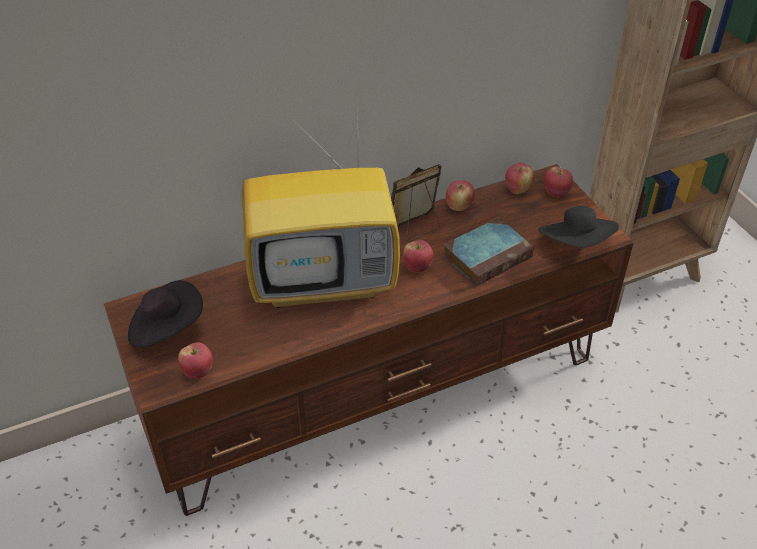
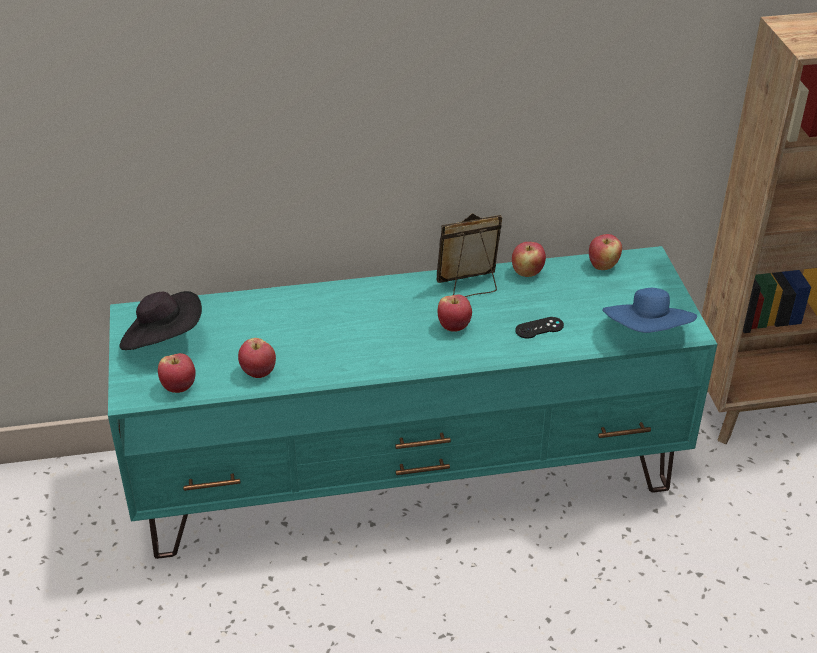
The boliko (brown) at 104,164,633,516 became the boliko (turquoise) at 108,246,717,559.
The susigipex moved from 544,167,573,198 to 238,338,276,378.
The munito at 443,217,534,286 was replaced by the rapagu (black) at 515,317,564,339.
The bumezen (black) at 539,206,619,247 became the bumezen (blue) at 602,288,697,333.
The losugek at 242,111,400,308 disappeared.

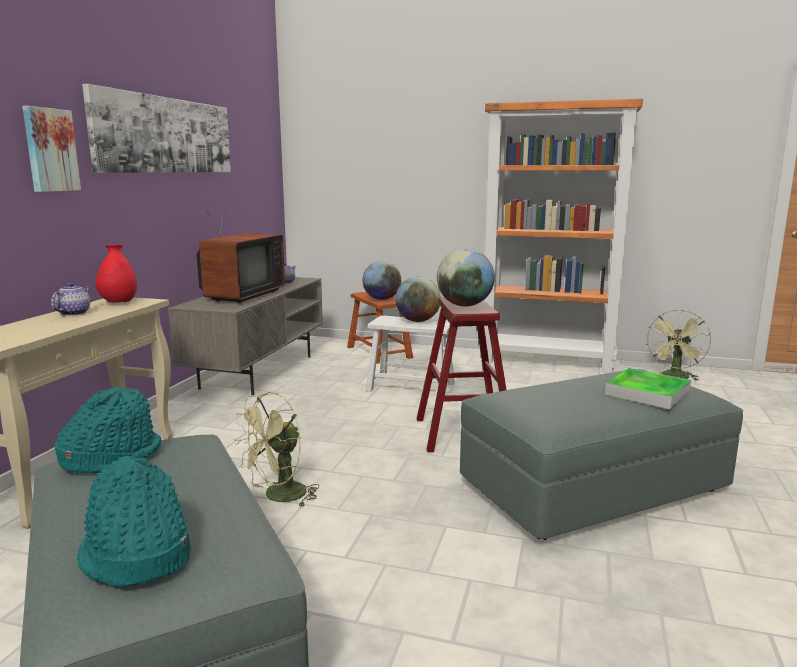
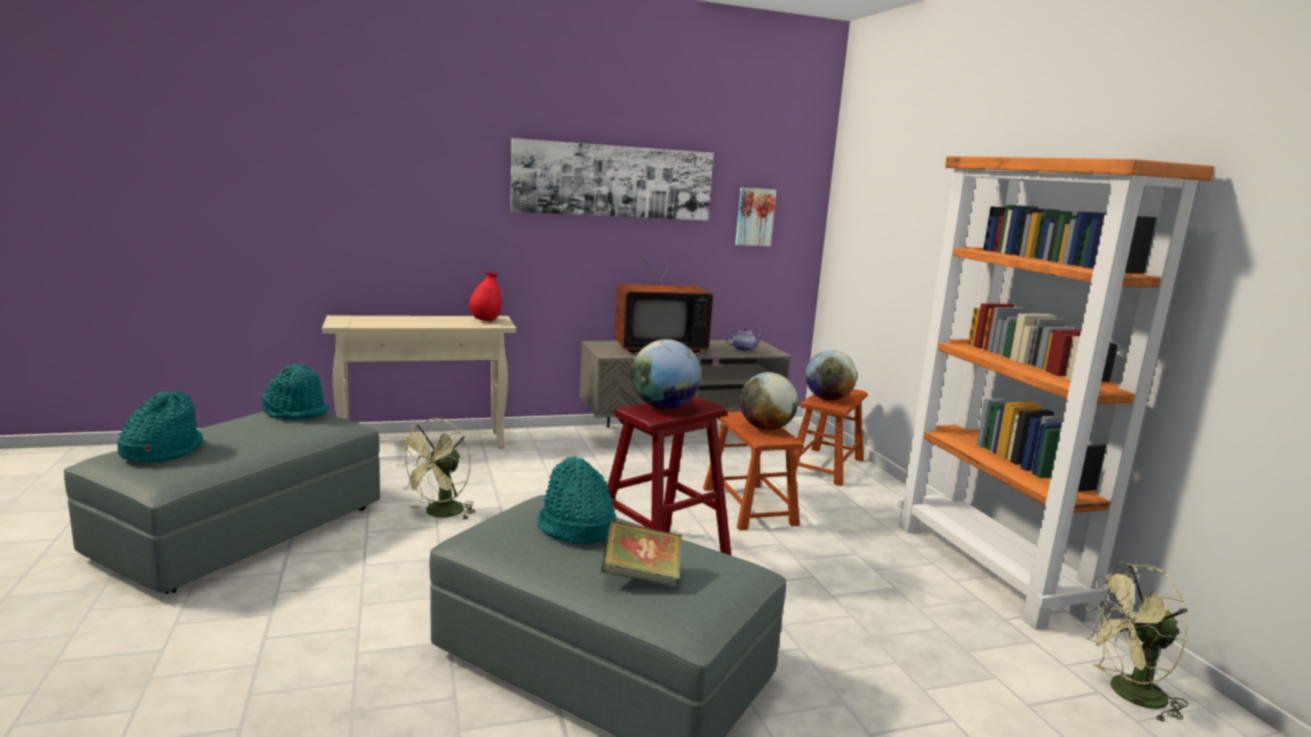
The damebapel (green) at 233,391,320,506 turned 75 degrees counterclockwise.
The bumezen (turquoise) at 537,457,617,543 appeared.
The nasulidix at 605,368,691,409 was replaced by the munito at 601,520,682,587.
The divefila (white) at 366,316,455,392 became the divefila (brown) at 703,411,804,531.
The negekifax moved from 22,106,81,192 to 735,188,776,246.
The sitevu at 51,282,91,316 disappeared.

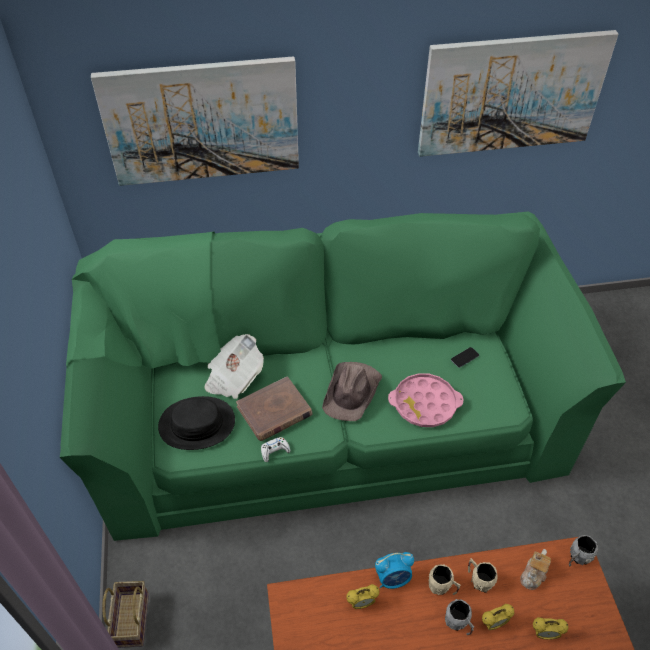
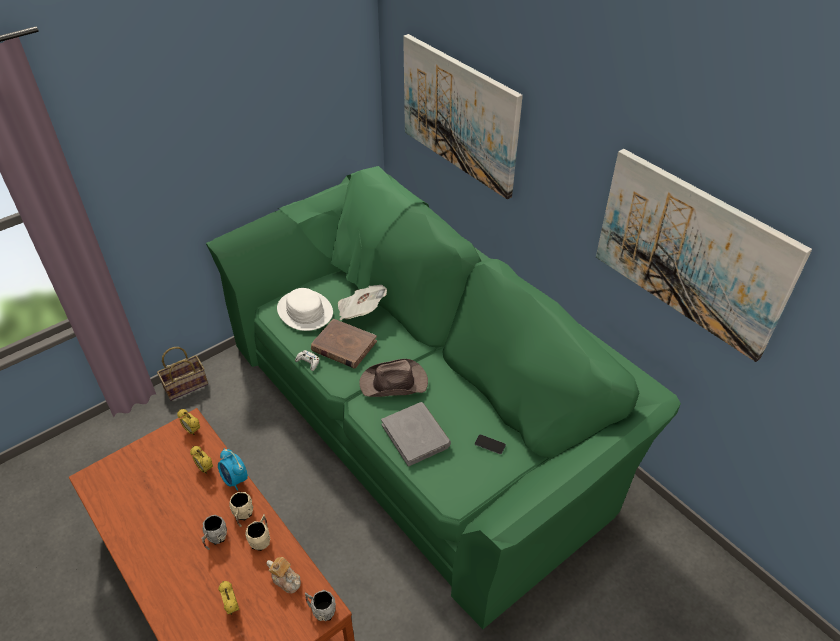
The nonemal moved from 482,604,514,630 to 177,409,200,435.
The sitevu at 520,549,551,590 turned 150 degrees counterclockwise.
The bumezen (black) at 158,396,235,450 became the bumezen (white) at 277,288,333,331.
The nasulidix (pink) at 388,373,463,427 was replaced by the munito (grey) at 381,402,451,467.

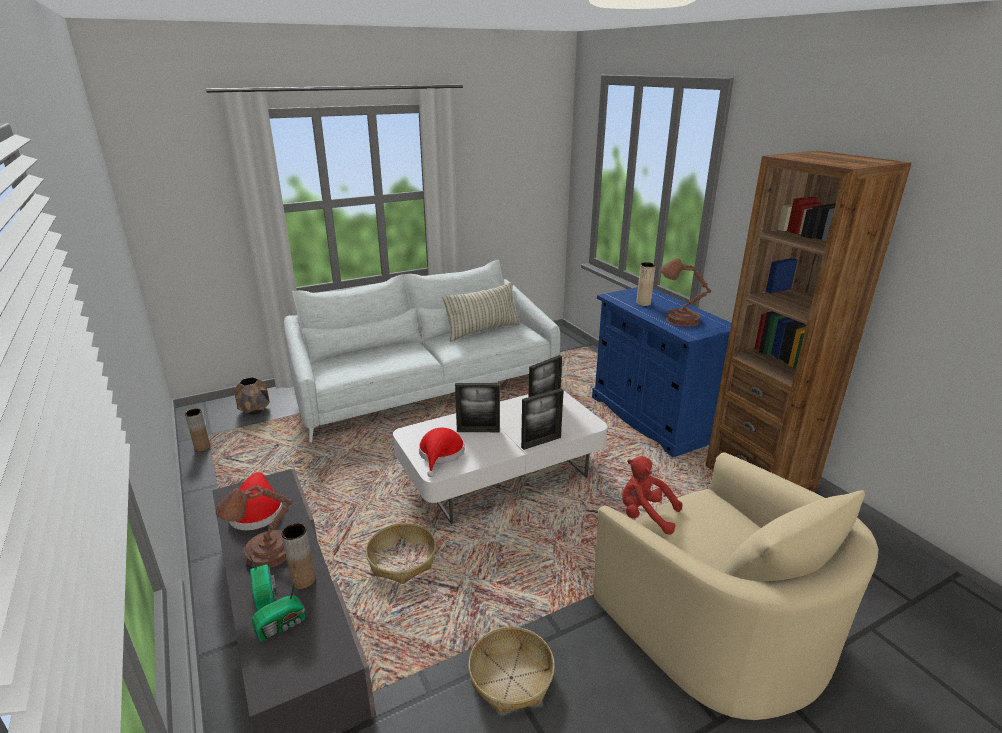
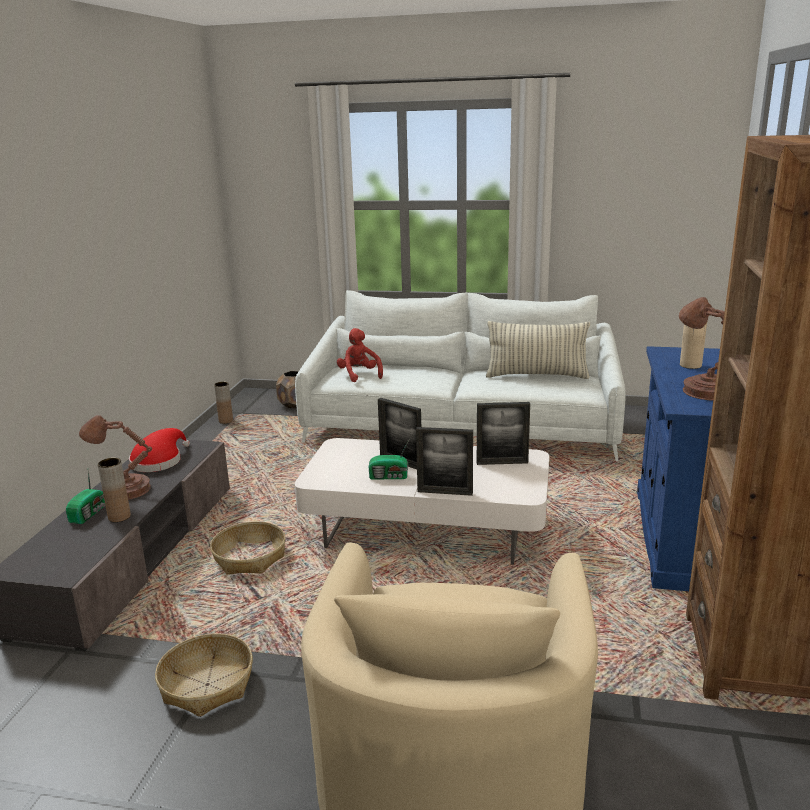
The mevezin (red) moved from 622,456,683,535 to 337,328,383,382.
The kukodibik moved from 252,575,305,642 to 369,440,409,480.
The bumezen (red) at 419,428,464,477 disappeared.

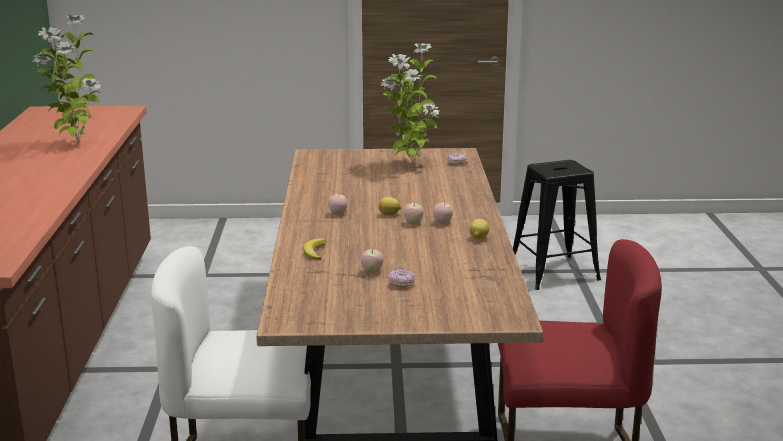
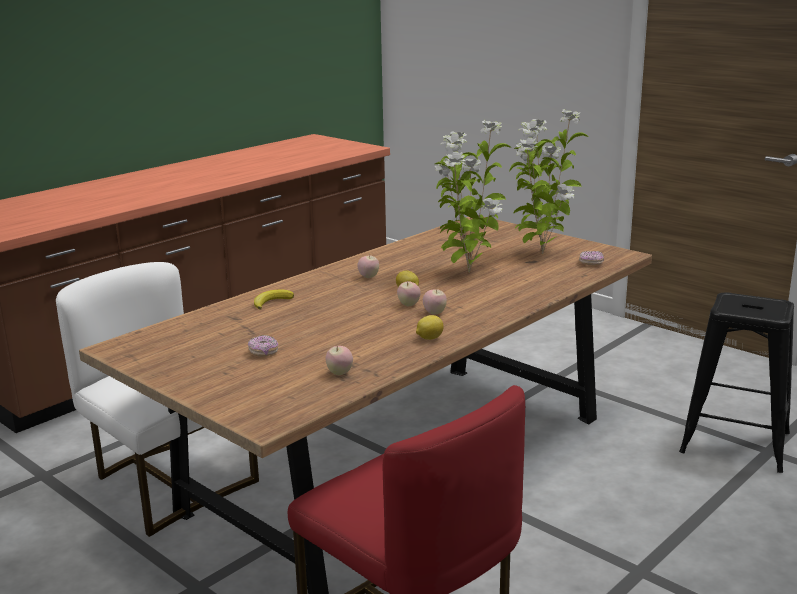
The susigipex moved from 361,249,384,273 to 326,346,353,375.
The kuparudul moved from 32,14,101,145 to 435,120,511,273.

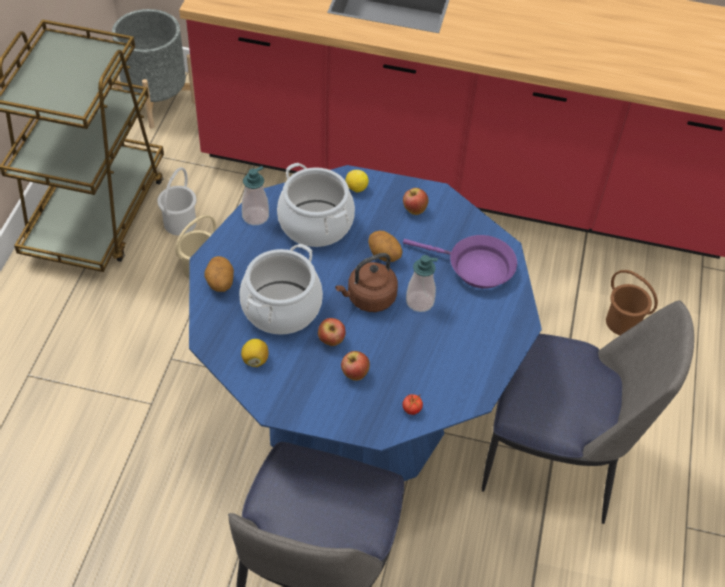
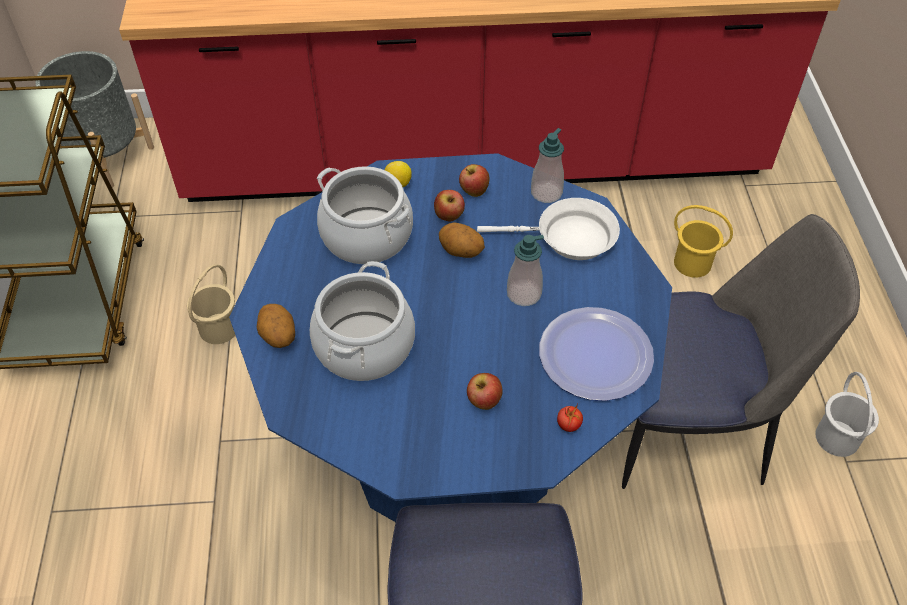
The susigipex moved from 318,318,346,346 to 434,190,465,221.
The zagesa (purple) at 403,235,517,289 became the zagesa (white) at 477,198,620,260.
The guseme moved from 242,166,269,225 to 531,128,564,203.
The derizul at 539,307,654,401 appeared.
The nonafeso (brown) at 606,270,658,335 became the nonafeso (yellow) at 674,205,733,278.
The nonafeso (white) moved from 157,168,197,236 to 815,372,879,457.
The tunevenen at 241,339,268,367 disappeared.
The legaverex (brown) at 335,253,398,312 disappeared.

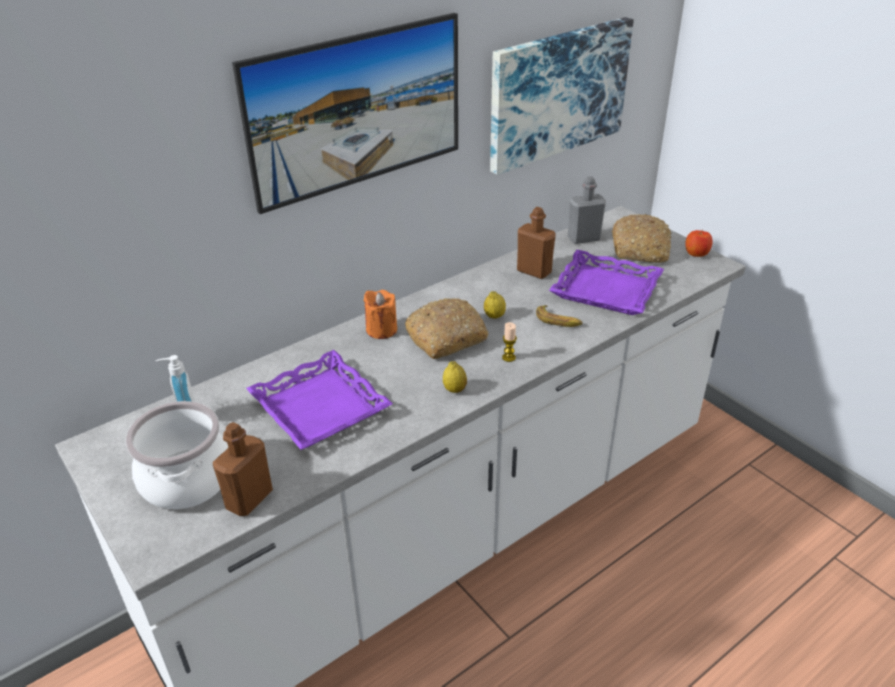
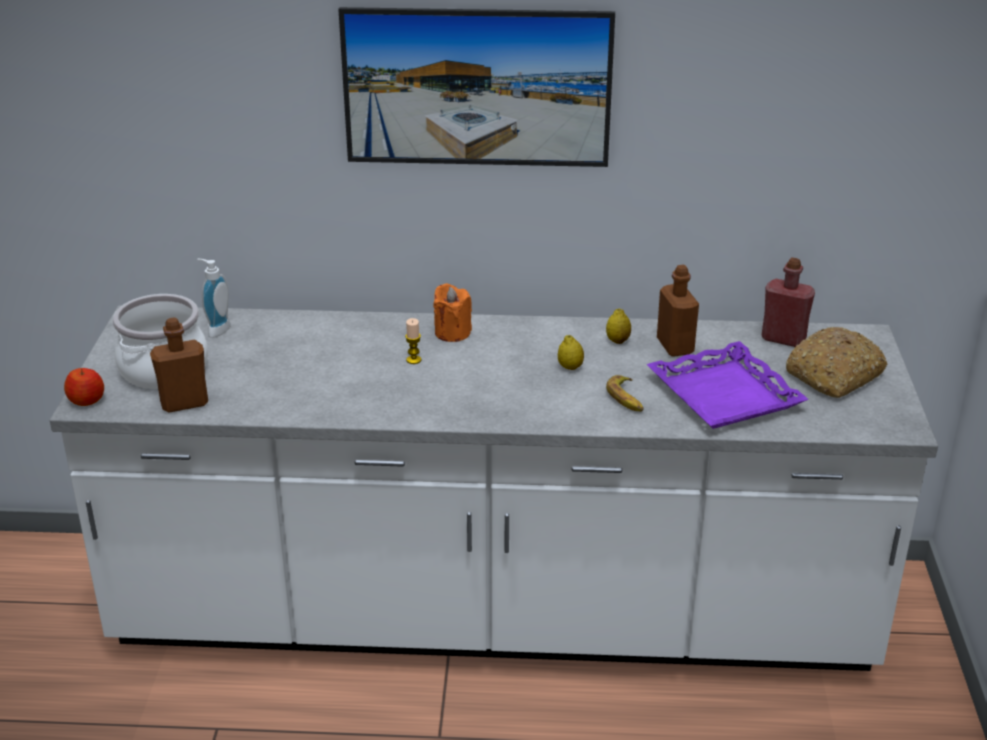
The susigipex moved from 685,230,713,257 to 64,368,104,406.
The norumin moved from 502,322,517,362 to 405,318,421,364.
The tunevenen moved from 443,361,467,393 to 606,309,631,344.
The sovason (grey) at 568,176,606,244 became the sovason (red) at 762,257,815,347.
The nasulidix (purple) at 246,350,393,450 disappeared.
The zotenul at 405,298,489,359 disappeared.
The negekifax at 490,17,634,175 disappeared.

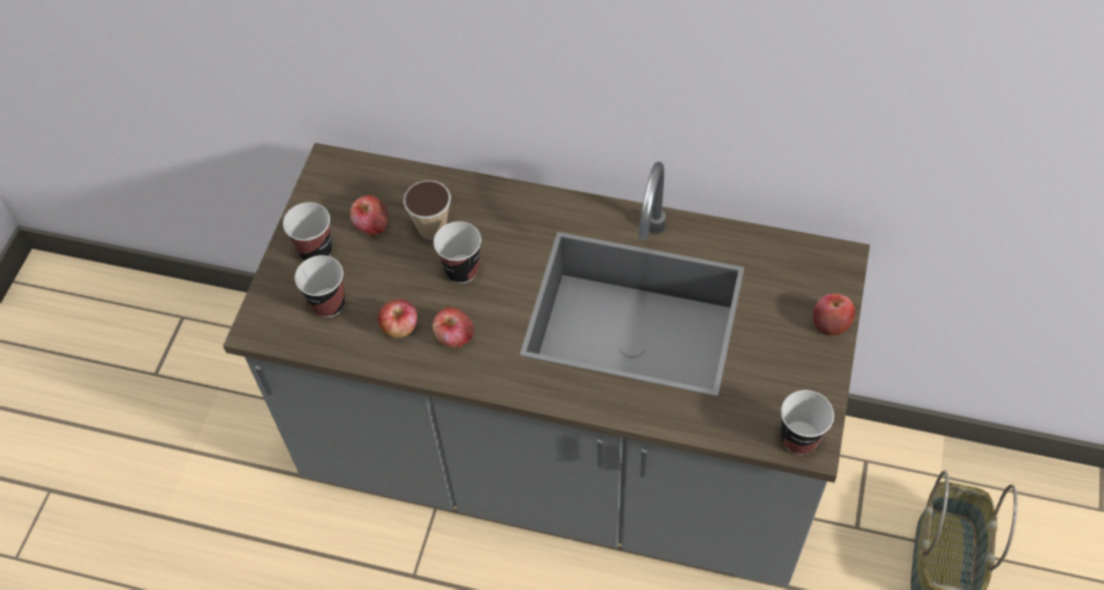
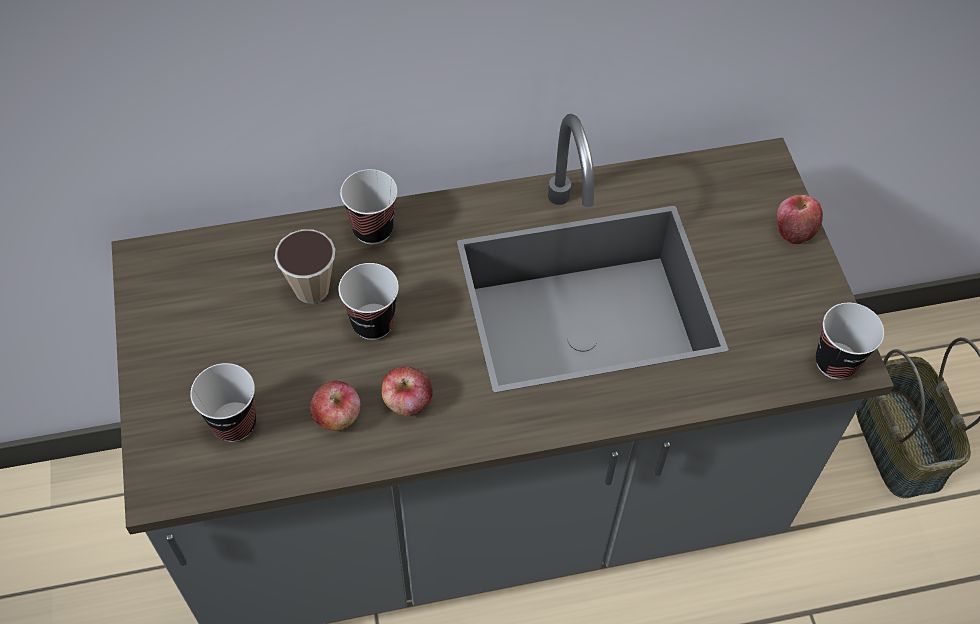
The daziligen moved from 283,202,332,260 to 340,169,398,244.
The susigipex at 350,195,388,236 disappeared.

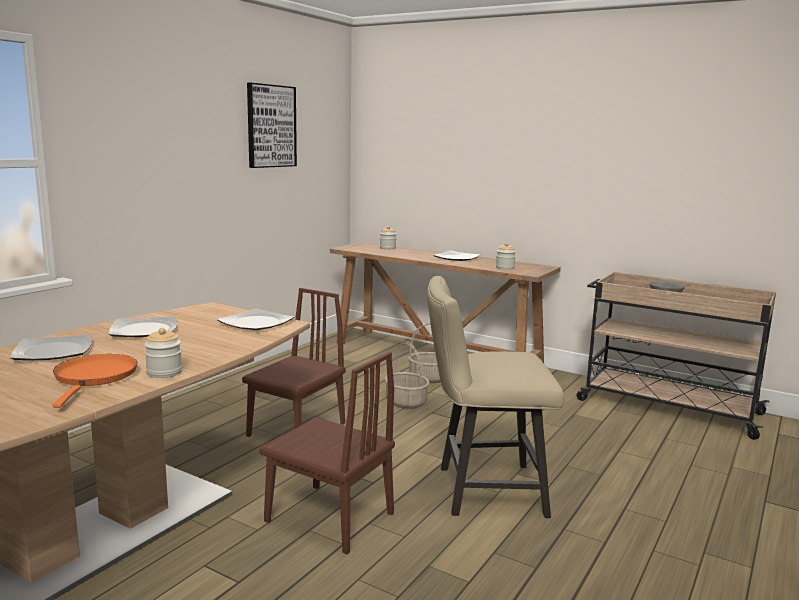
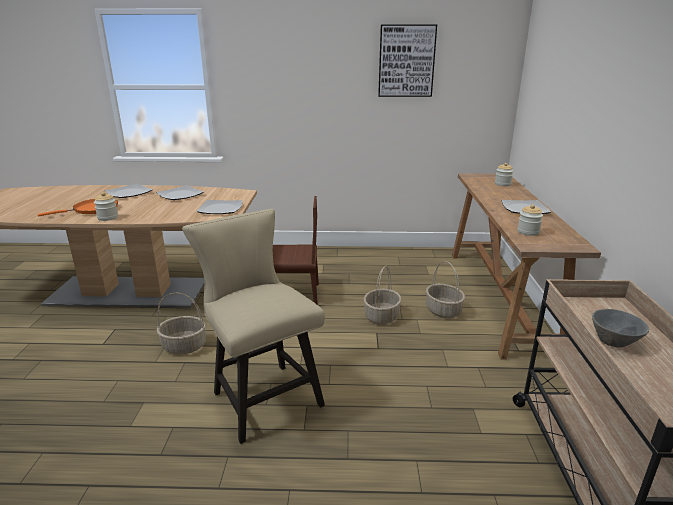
The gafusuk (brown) at 259,352,395,554 was replaced by the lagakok at 157,293,206,355.

